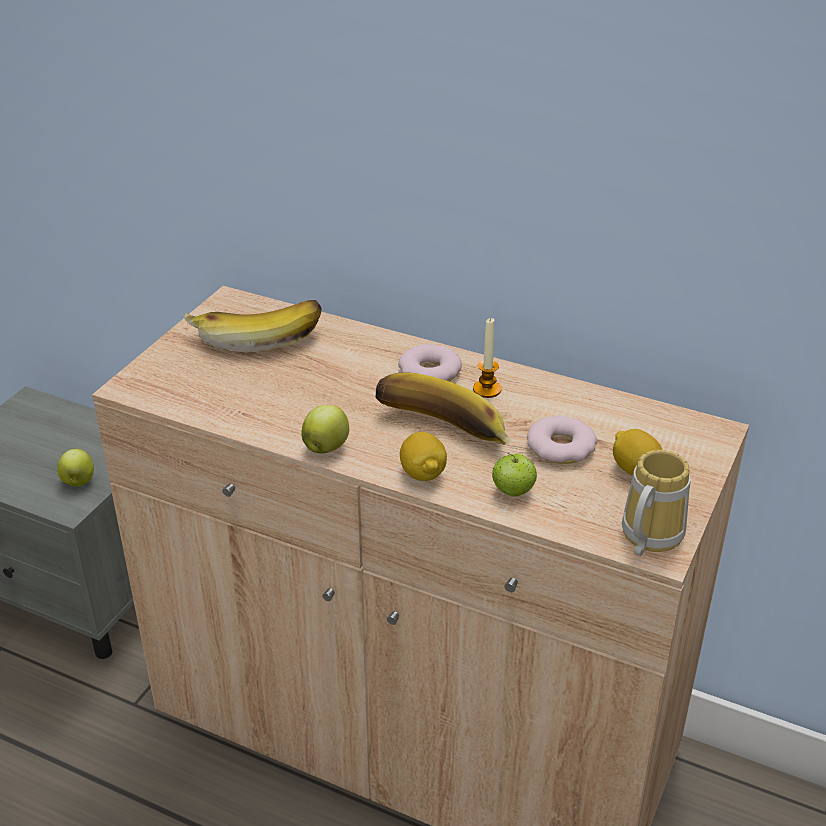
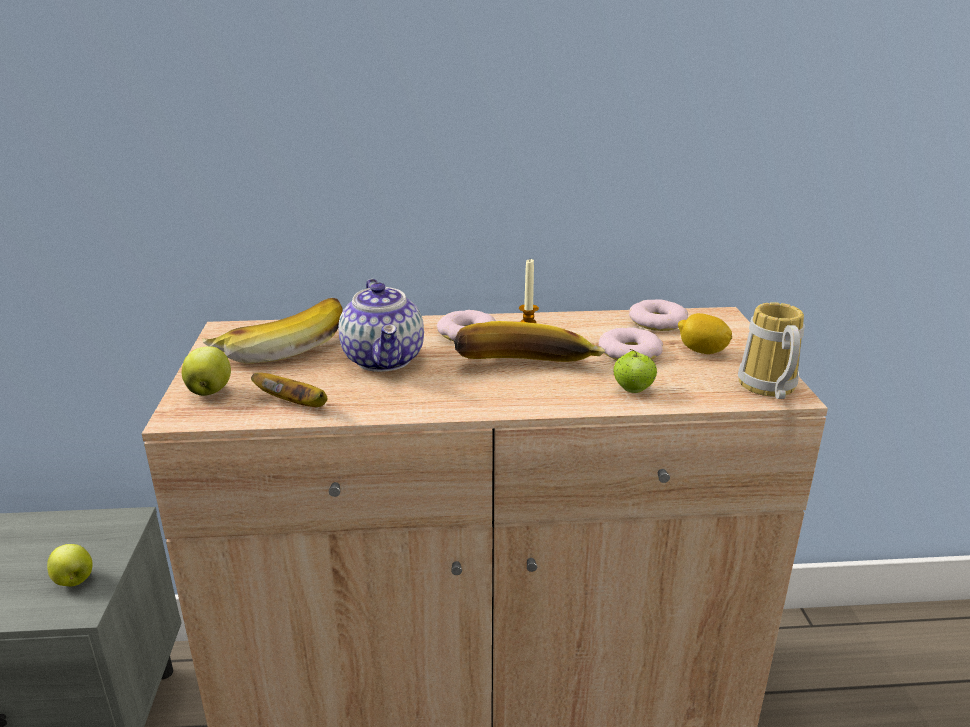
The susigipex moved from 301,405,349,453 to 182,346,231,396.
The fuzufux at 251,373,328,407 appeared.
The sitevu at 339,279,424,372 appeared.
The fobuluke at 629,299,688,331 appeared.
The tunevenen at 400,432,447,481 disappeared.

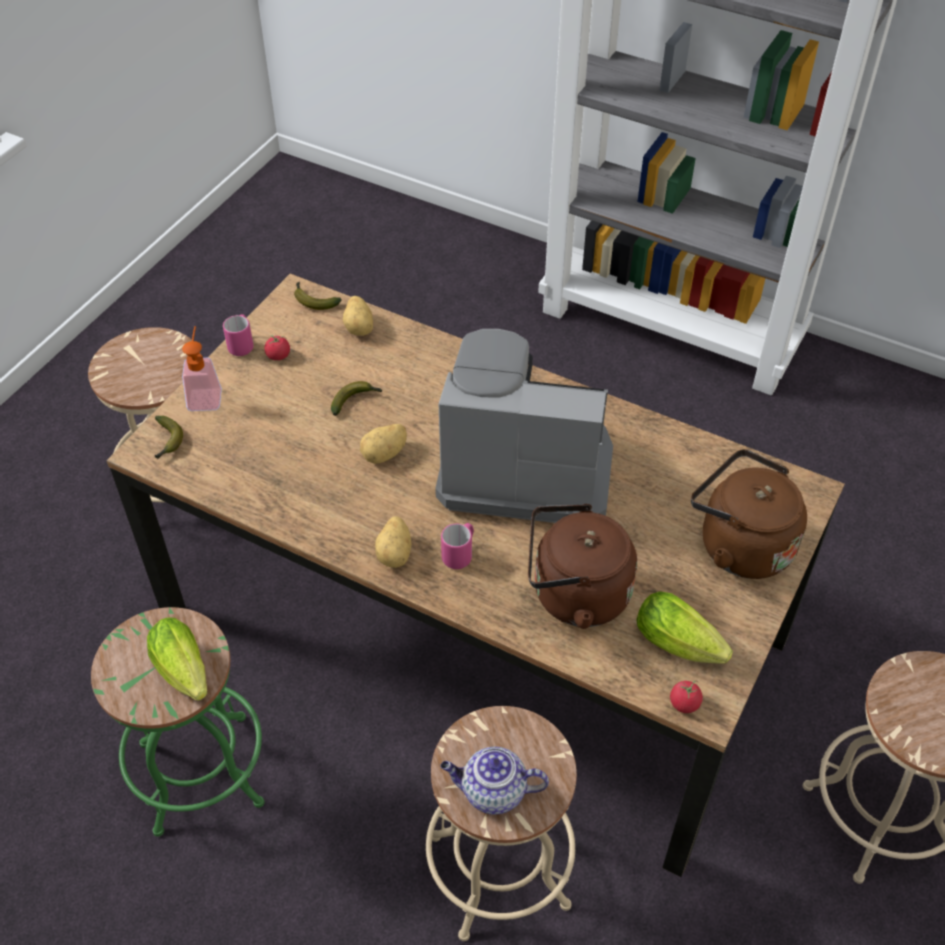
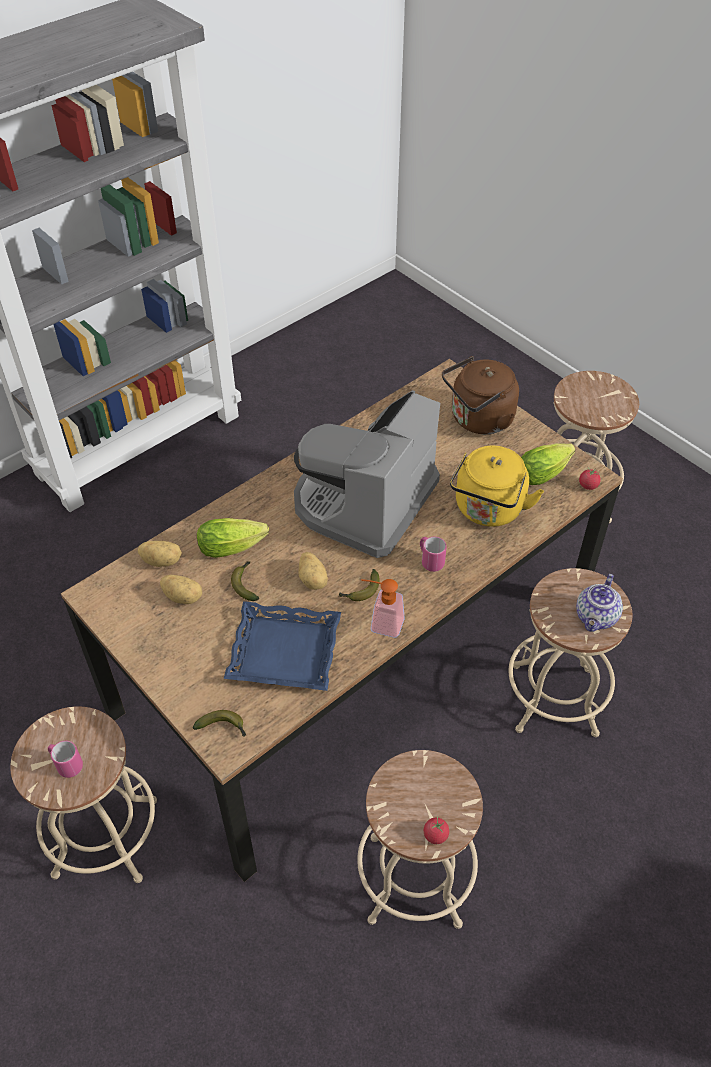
The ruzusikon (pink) moved from 223,314,254,356 to 48,741,83,778.
The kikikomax moved from 375,516,411,568 to 160,575,202,604.
The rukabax moved from 147,618,207,701 to 197,518,269,558.
The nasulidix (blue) at 224,601,341,691 appeared.
The fuzufux moved from 294,282,342,310 to 339,569,379,601.
The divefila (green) at 91,607,264,837 became the divefila (beige) at 357,750,483,929.
The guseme moved from 182,326,222,411 to 361,579,405,638.
The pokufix moved from 264,335,290,361 to 424,816,449,844.
The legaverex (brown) at 528,504,637,629 became the legaverex (yellow) at 450,446,544,527.

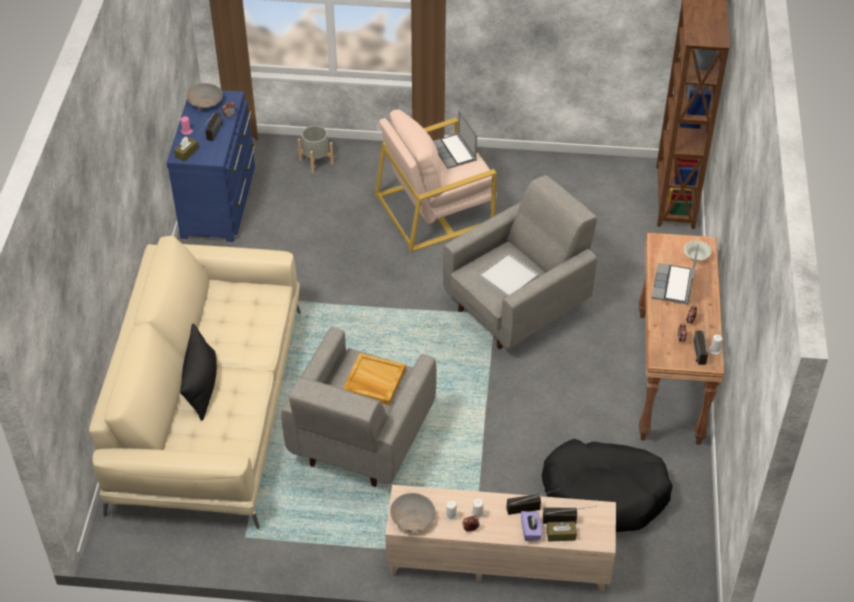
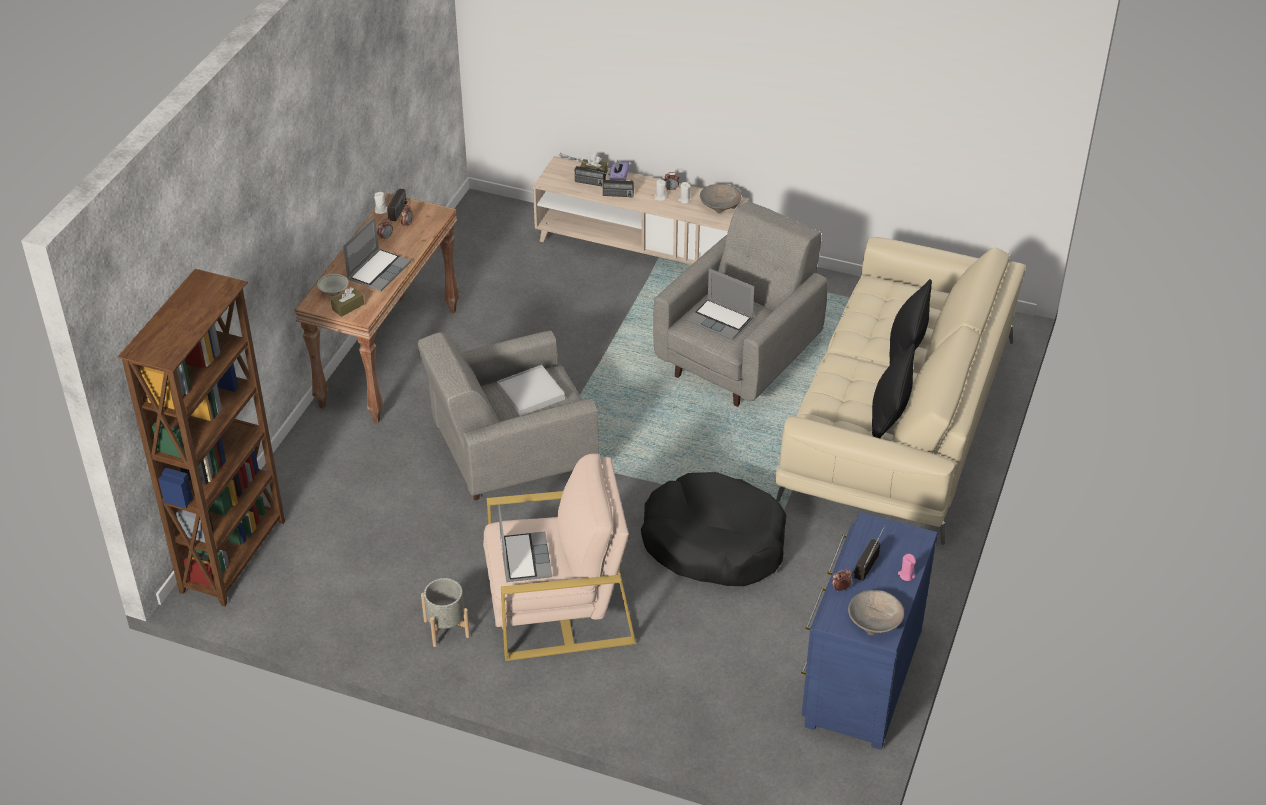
The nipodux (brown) moved from 174,137,199,162 to 331,287,364,317.
The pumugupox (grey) moved from 298,125,334,173 to 421,578,470,647.
The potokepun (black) moved from 542,439,673,532 to 641,472,786,586.
The nasulidix (beige) at 343,353,406,405 was replaced by the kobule at 688,268,755,340.
The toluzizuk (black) at 872,343,915,438 appeared.

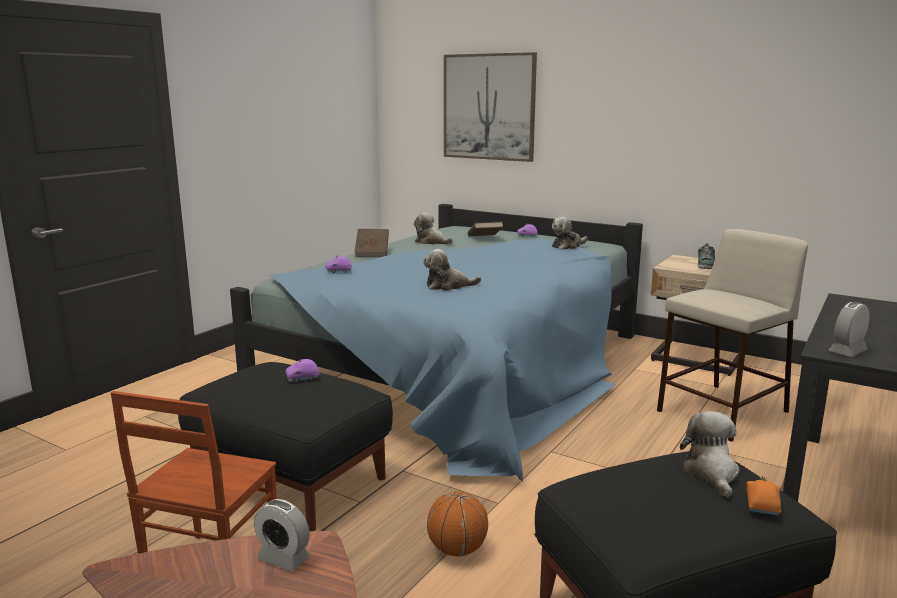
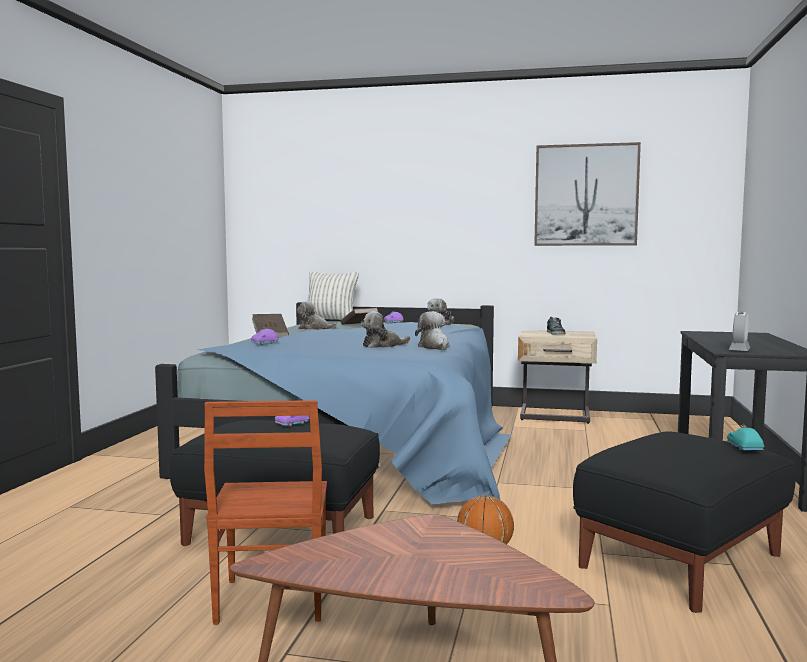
The toluzizuk at 308,272,359,320 appeared.
The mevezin moved from 680,411,740,498 to 415,311,450,350.
The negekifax moved from 444,52,537,162 to 534,142,641,246.
The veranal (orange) at 746,476,781,515 became the veranal (turquoise) at 727,424,765,450.
The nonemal at 254,499,310,571 disappeared.
The divefila (beige) at 657,229,808,442 disappeared.

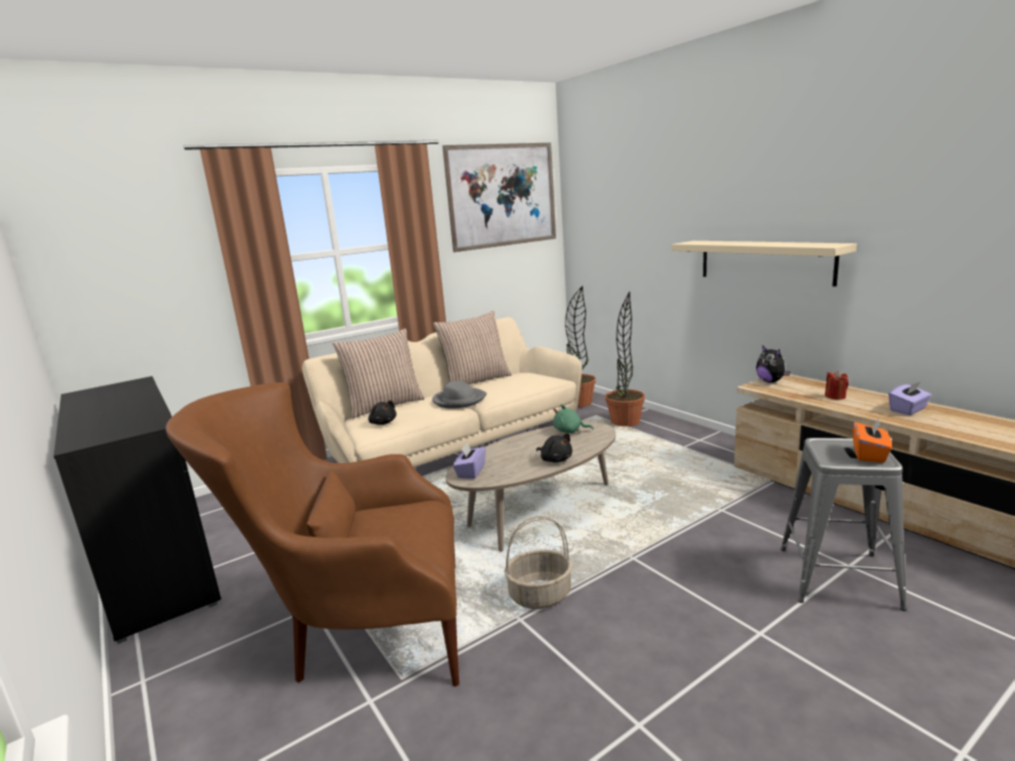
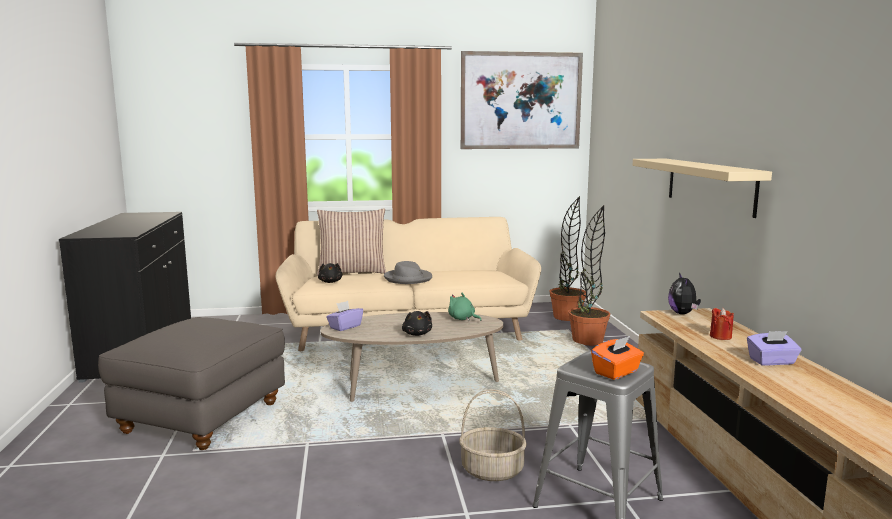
The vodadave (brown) at 166,382,459,686 was replaced by the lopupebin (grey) at 98,317,285,450.
The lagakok moved from 504,516,573,609 to 459,389,527,481.
The toluzizuk at 433,311,512,385 disappeared.

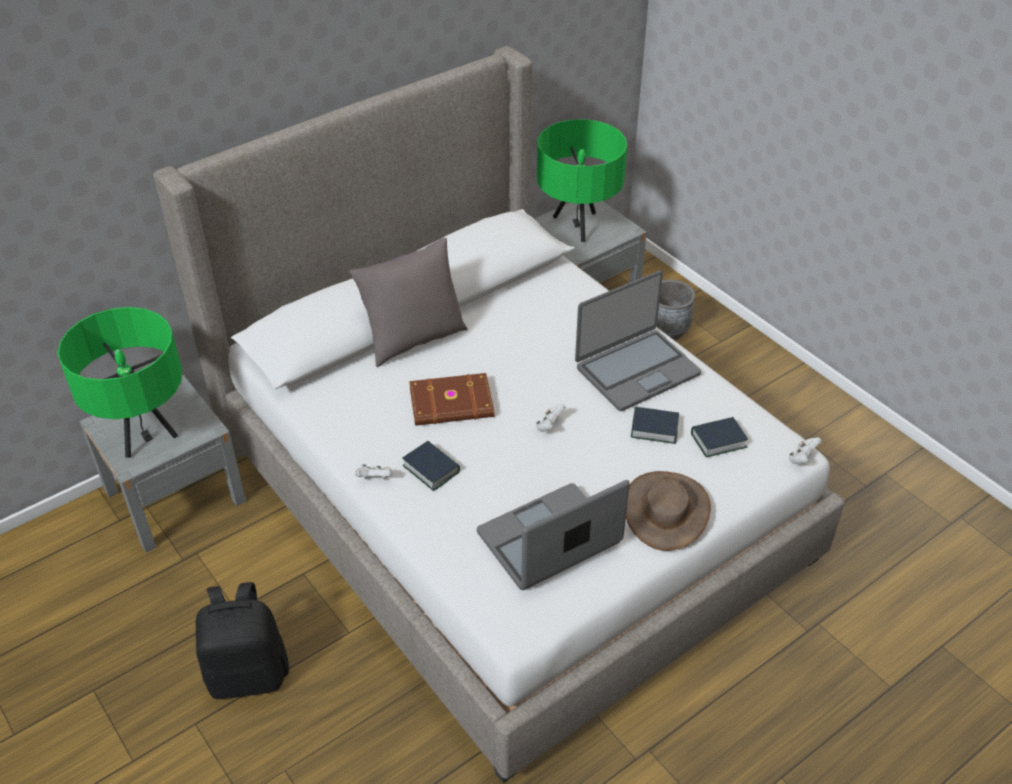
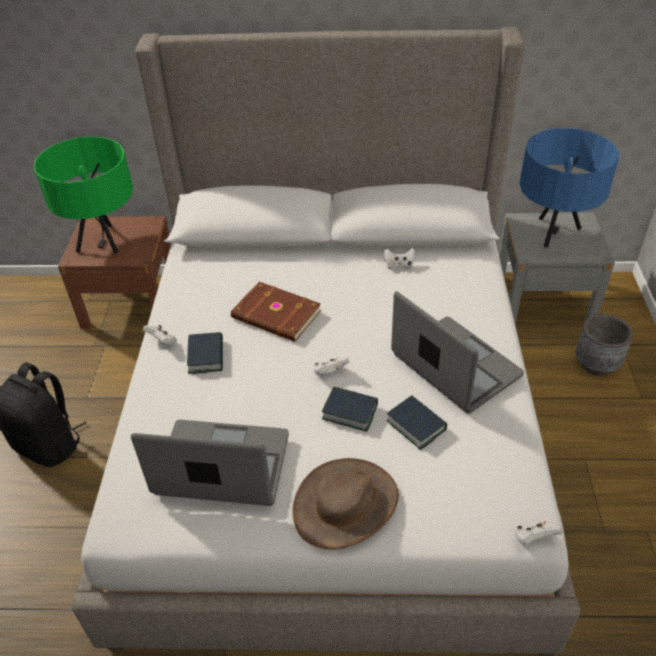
The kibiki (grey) at 79,375,246,553 became the kibiki (brown) at 58,216,171,329.
The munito moved from 691,417,748,457 to 322,387,378,432.
The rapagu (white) at 384,248,415,269 appeared.
The kobule at 575,270,701,411 turned 135 degrees counterclockwise.
The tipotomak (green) at 537,119,627,242 became the tipotomak (blue) at 519,128,619,248.
The toluzizuk (grey) at 349,238,468,367 disappeared.

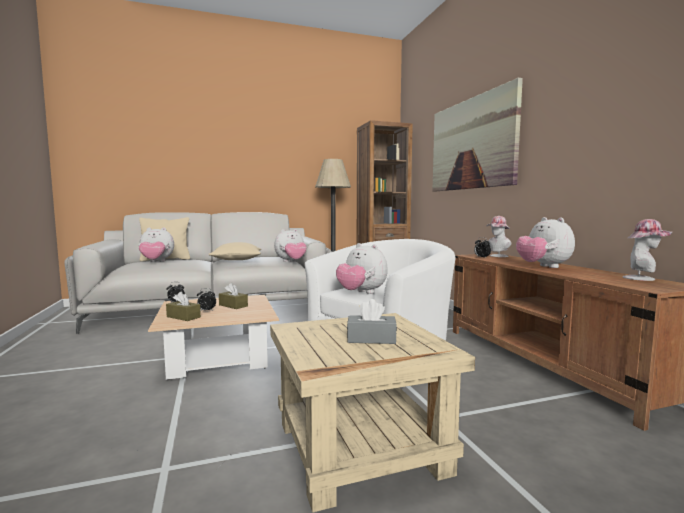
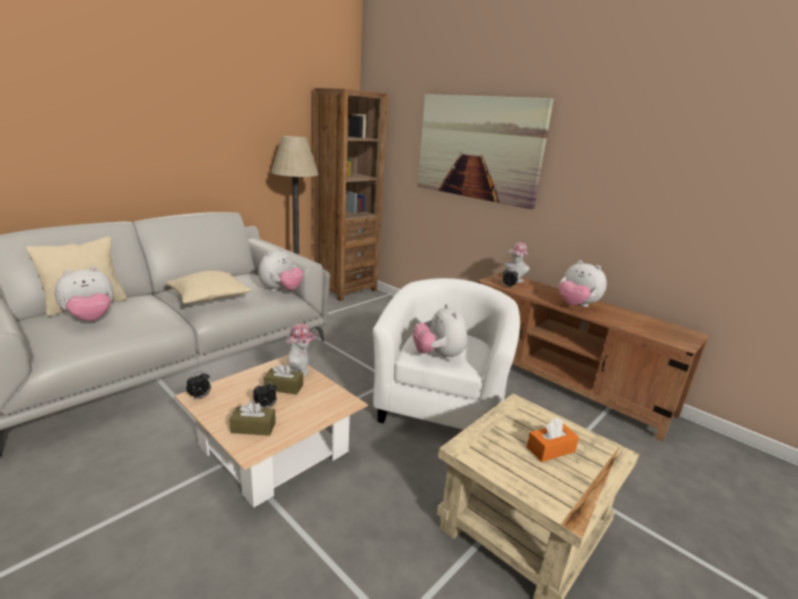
The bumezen moved from 623,219,672,281 to 285,323,317,376.
The mevezin at 336,243,388,294 turned 60 degrees clockwise.
The nipodux (grey) at 347,299,397,344 became the nipodux (orange) at 527,418,579,462.

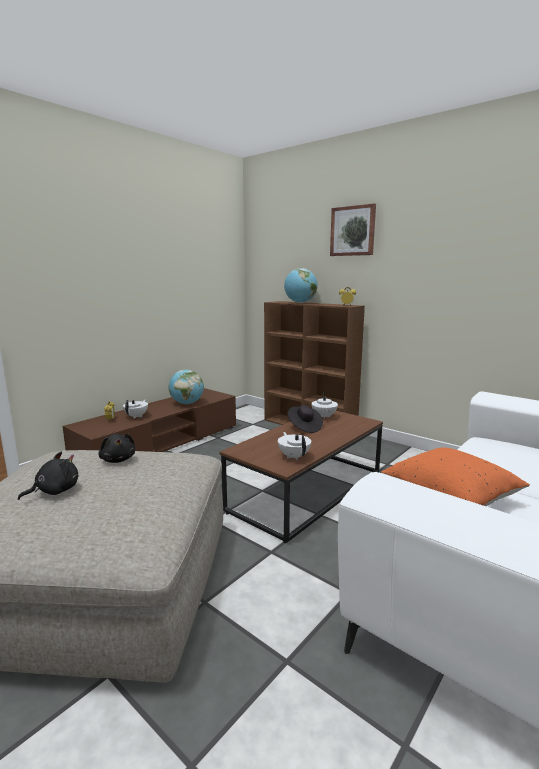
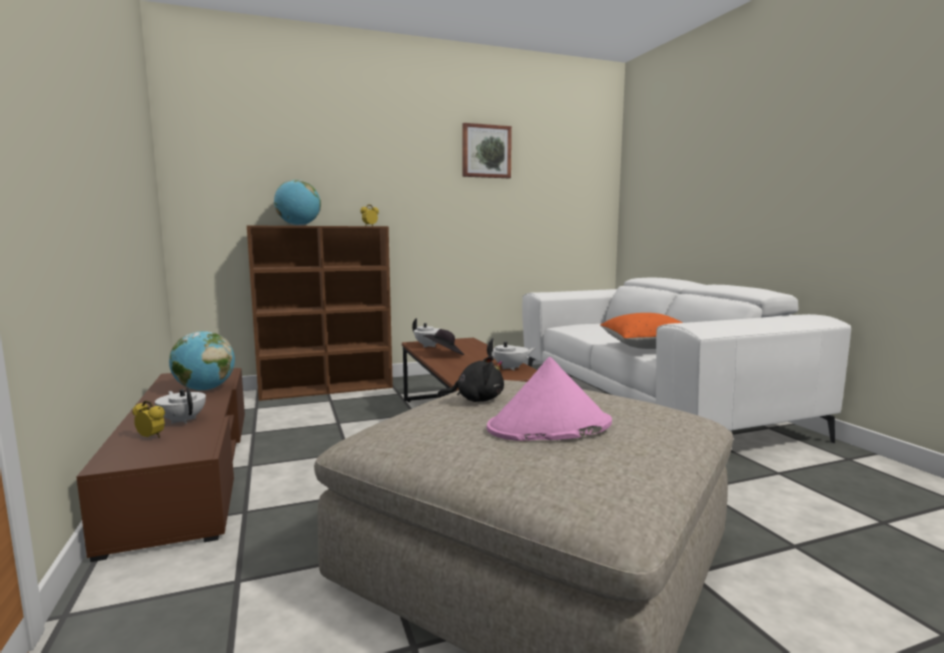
The negekifax moved from 330,203,376,256 to 462,123,512,178.
The sitevu (white) at 278,432,311,460 turned 150 degrees clockwise.
The mevezin (black) at 18,452,78,500 was replaced by the bumezen (pink) at 487,357,612,441.

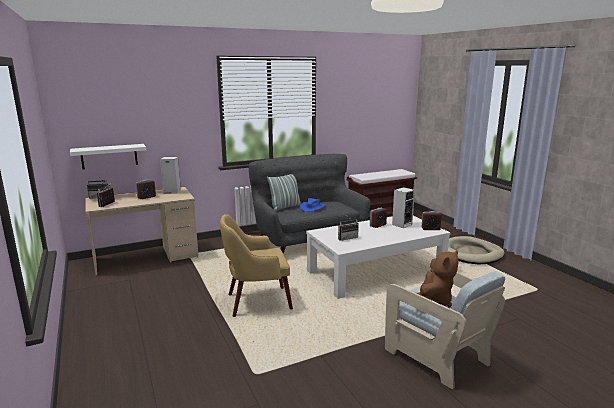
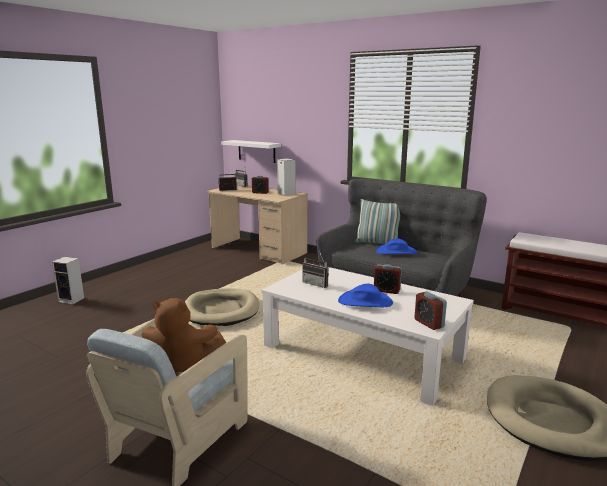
The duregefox moved from 392,187,415,228 to 52,257,84,304.
The vodadave (yellow) at 220,214,293,317 was replaced by the potokepun (beige) at 185,288,259,326.
The bumezen (blue) at 338,284,393,307 appeared.

